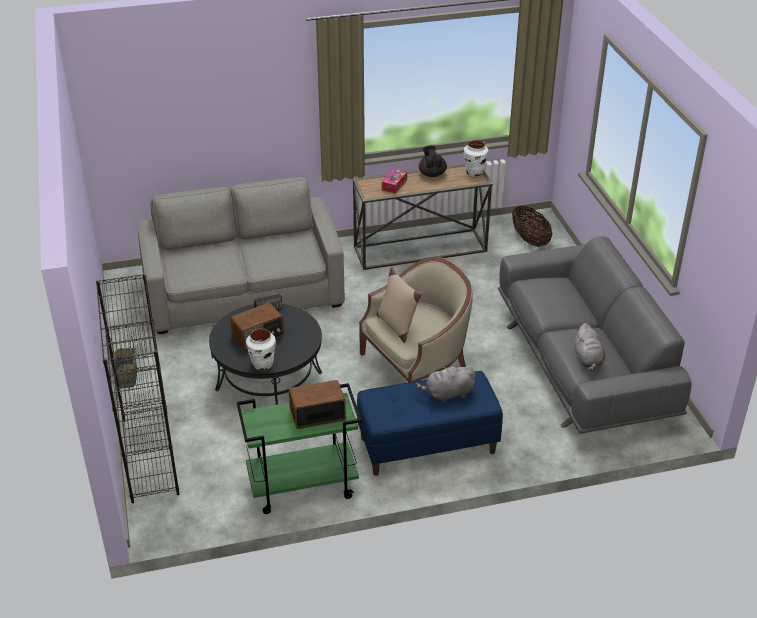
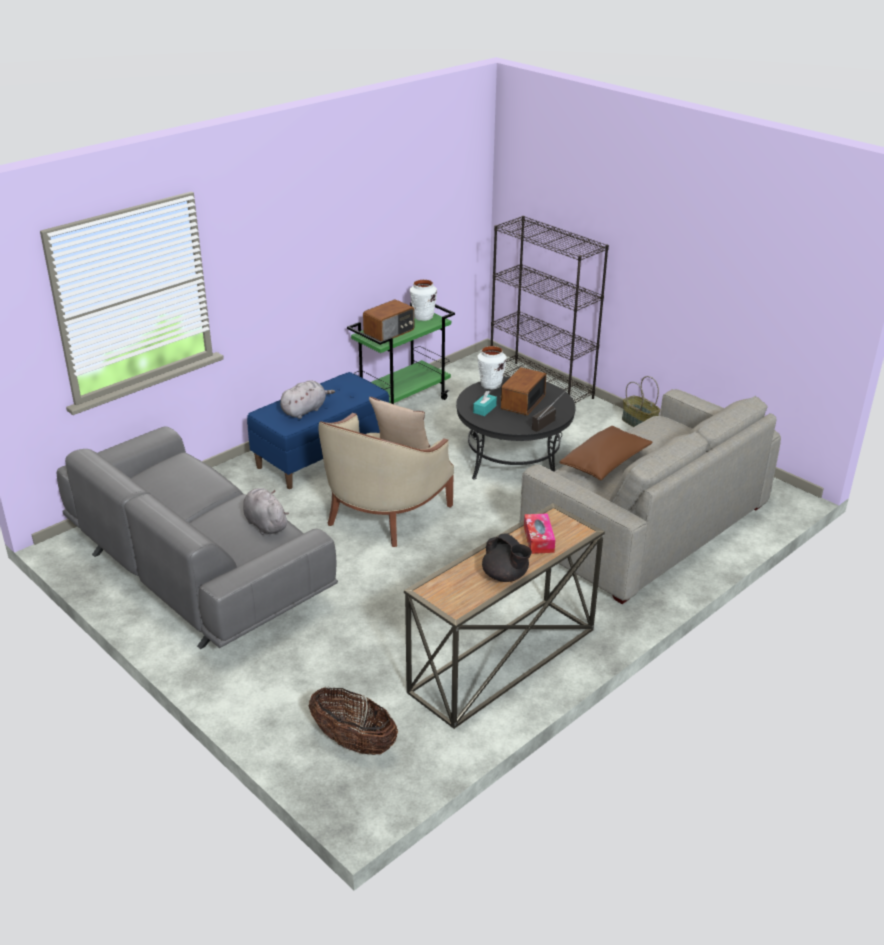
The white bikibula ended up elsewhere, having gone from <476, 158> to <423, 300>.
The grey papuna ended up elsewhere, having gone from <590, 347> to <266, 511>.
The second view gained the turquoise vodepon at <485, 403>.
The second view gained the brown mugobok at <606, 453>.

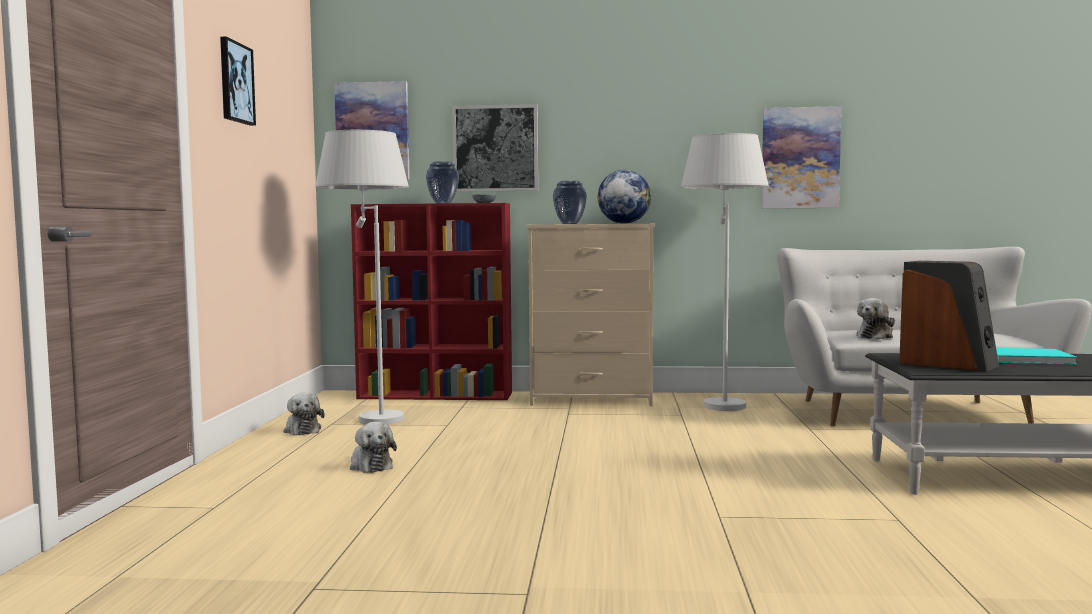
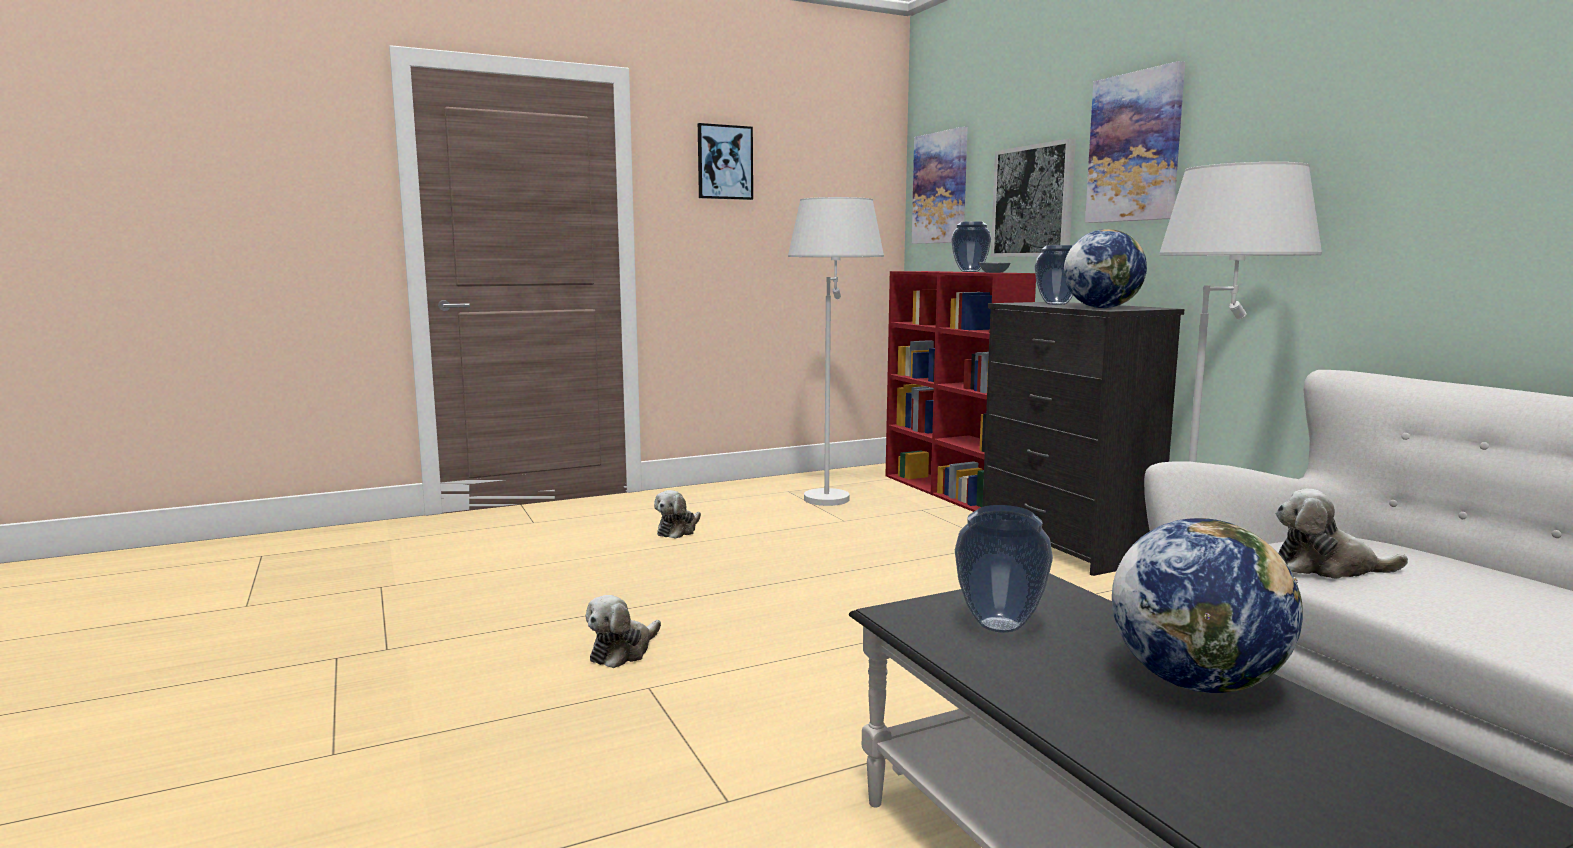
The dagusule ended up elsewhere, having gone from <801, 157> to <1135, 142>.
What was the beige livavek at <591, 315> turned into the black livavek at <1083, 439>.
Where the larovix stood at <949, 316>, the bikibula came to stand at <1004, 569>.
Where the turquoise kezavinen stood at <1036, 356>, the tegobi came to stand at <1207, 605>.
The papuna ended up elsewhere, having gone from <304, 414> to <623, 631>.

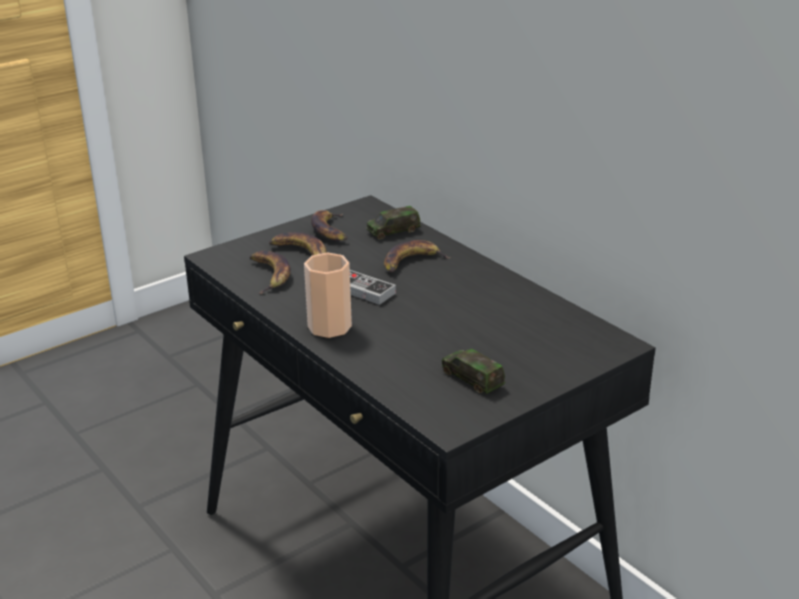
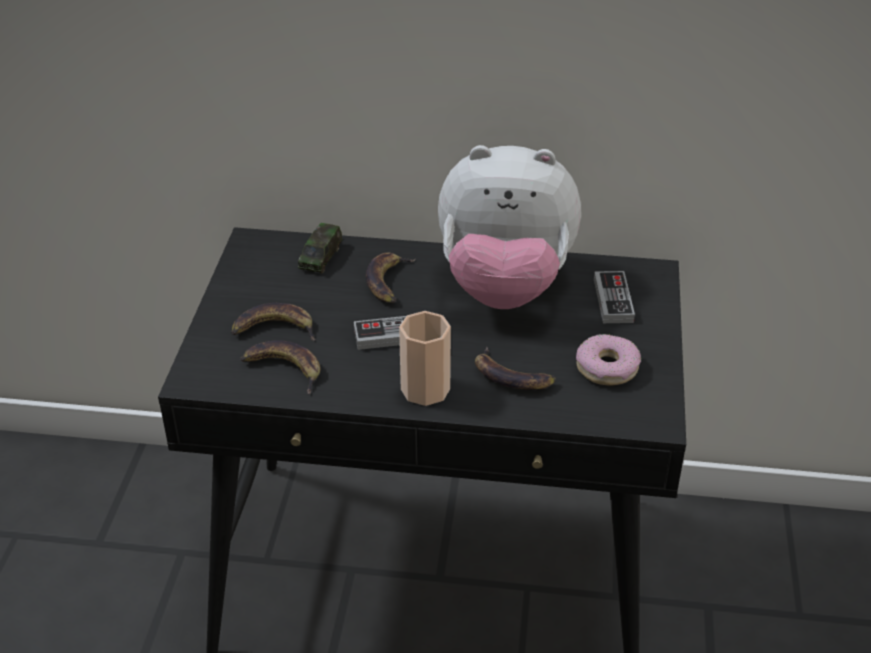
The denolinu ended up elsewhere, having gone from <329, 225> to <515, 368>.
Where the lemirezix stood at <473, 371>, the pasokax came to stand at <608, 359>.
The second view gained the papuna at <509, 227>.
The second view gained the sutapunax at <614, 297>.

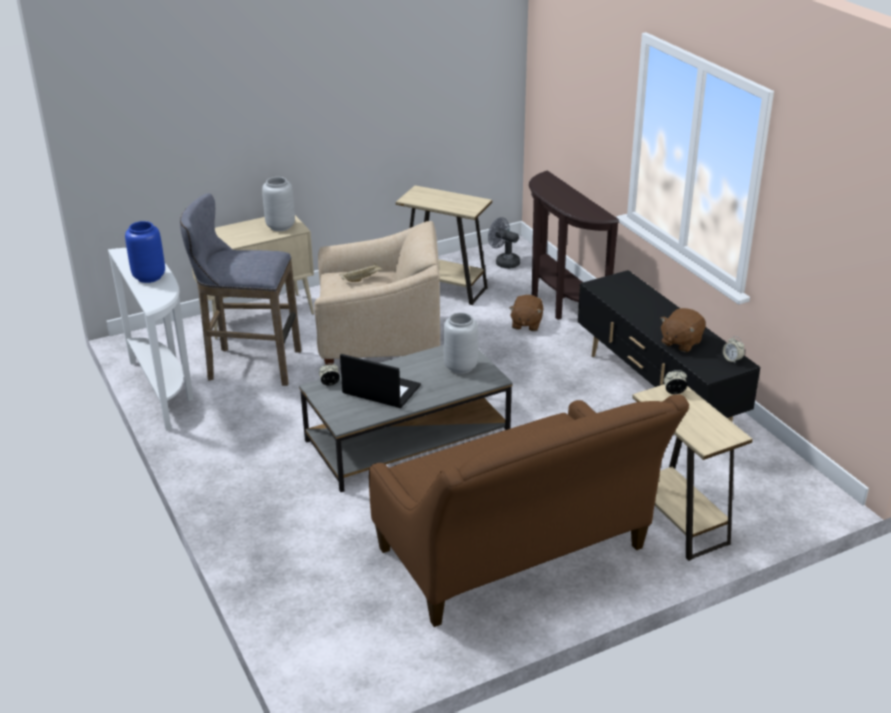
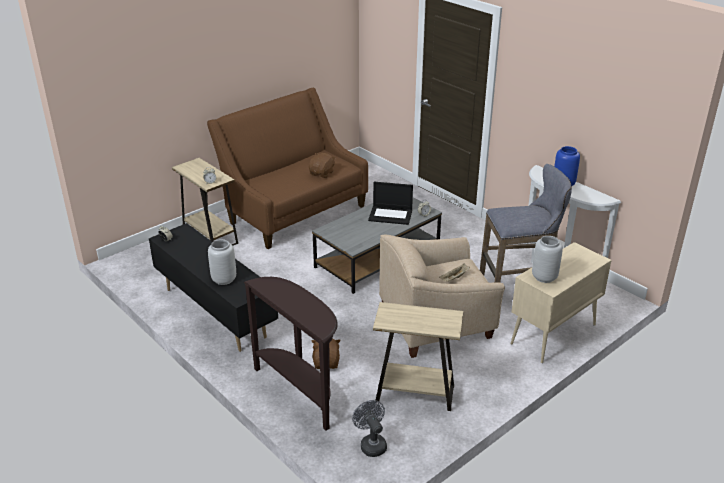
The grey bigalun at <504, 243> ended up facing another way, 135 degrees counterclockwise from before.
The brown papuna ended up elsewhere, having gone from <683, 330> to <322, 165>.
The grey bikibula ended up elsewhere, having gone from <460, 343> to <222, 262>.

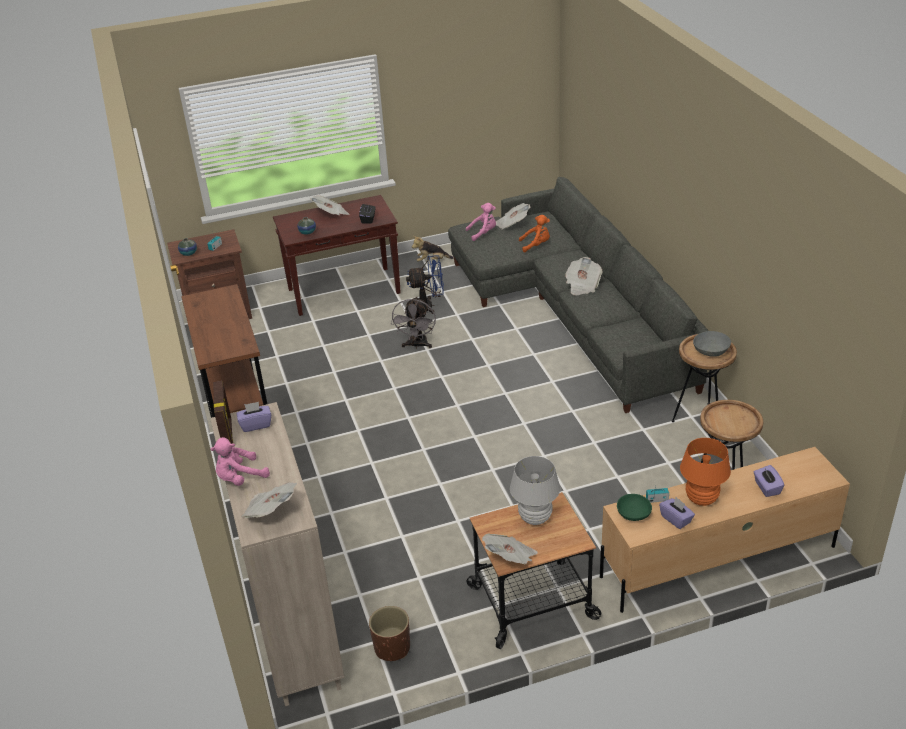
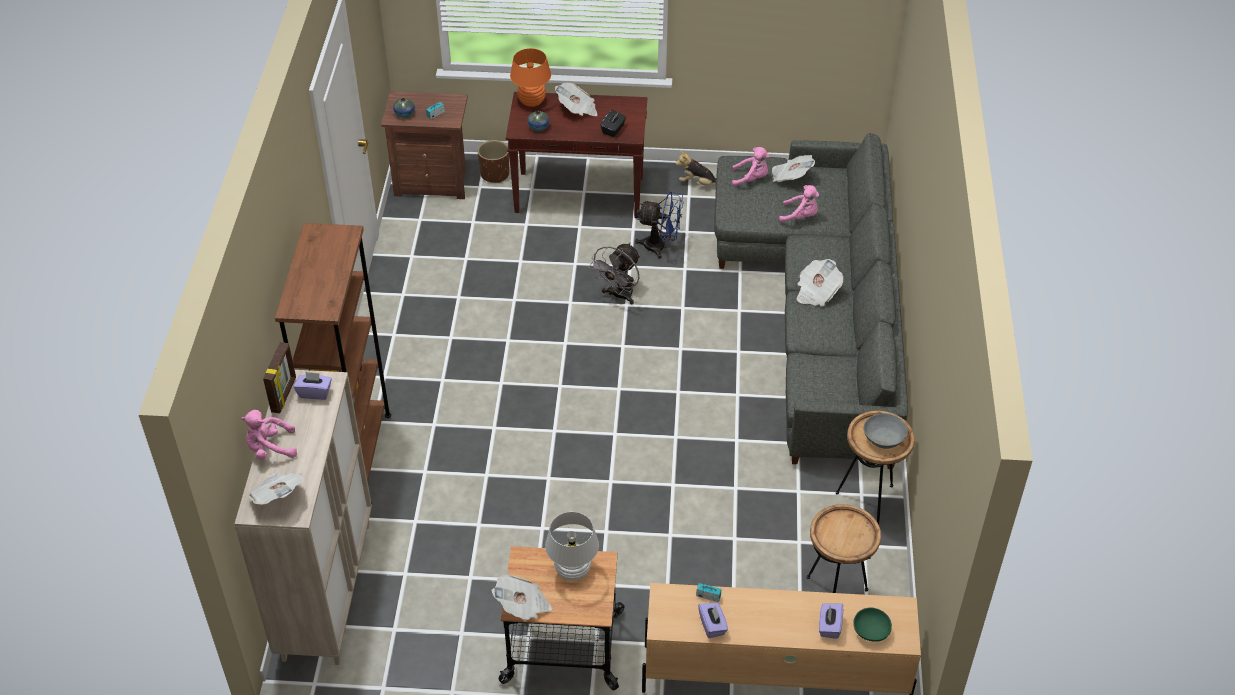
What was the orange papuna at <534, 233> turned into the pink papuna at <799, 204>.
The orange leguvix ended up elsewhere, having gone from <705, 472> to <530, 77>.
The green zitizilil ended up elsewhere, having gone from <634, 507> to <872, 624>.
The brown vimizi ended up elsewhere, having gone from <389, 633> to <493, 161>.

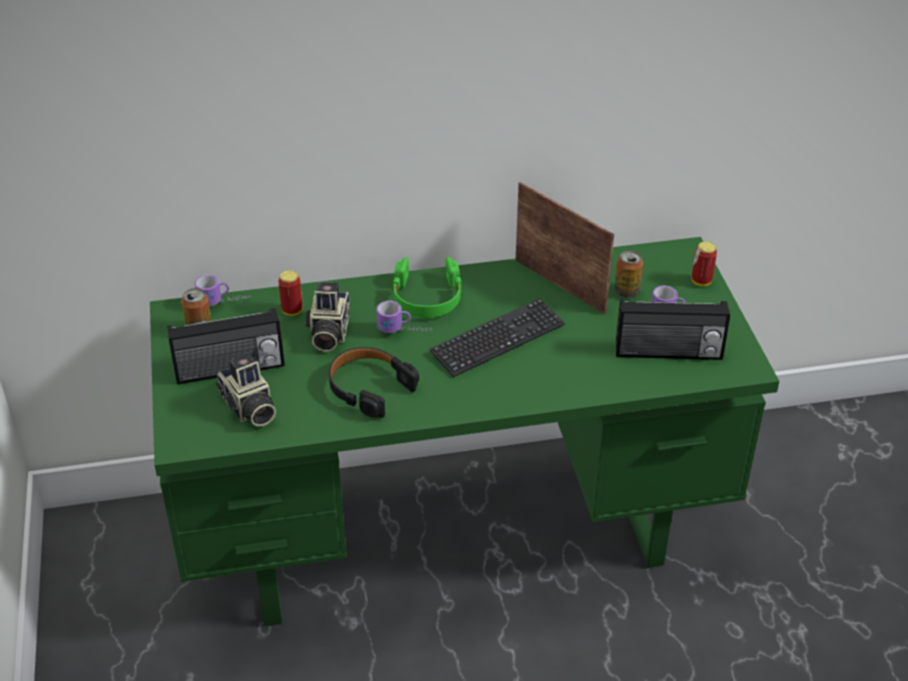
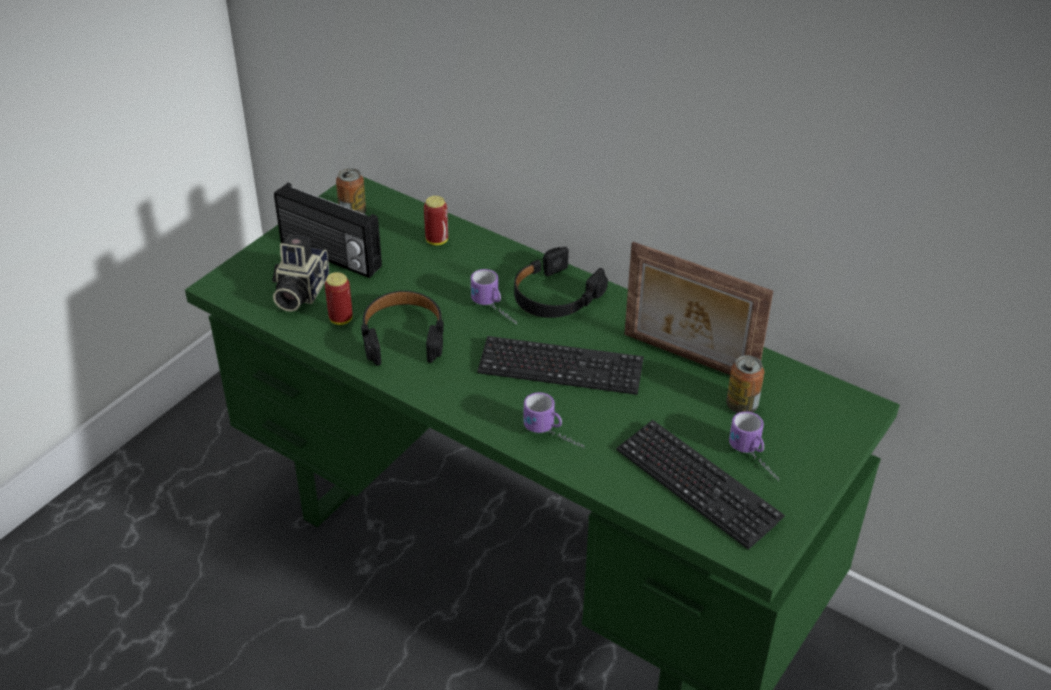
The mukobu at <565, 248> ended up facing another way, 120 degrees clockwise from before.
The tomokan ended up elsewhere, having gone from <704, 264> to <339, 298>.
What was the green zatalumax at <427, 287> turned into the black zatalumax at <561, 282>.
The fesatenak ended up elsewhere, having gone from <223, 290> to <553, 420>.
The second view lost the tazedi at <328, 317>.
Where the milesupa stood at <673, 329>, the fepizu came to stand at <701, 485>.

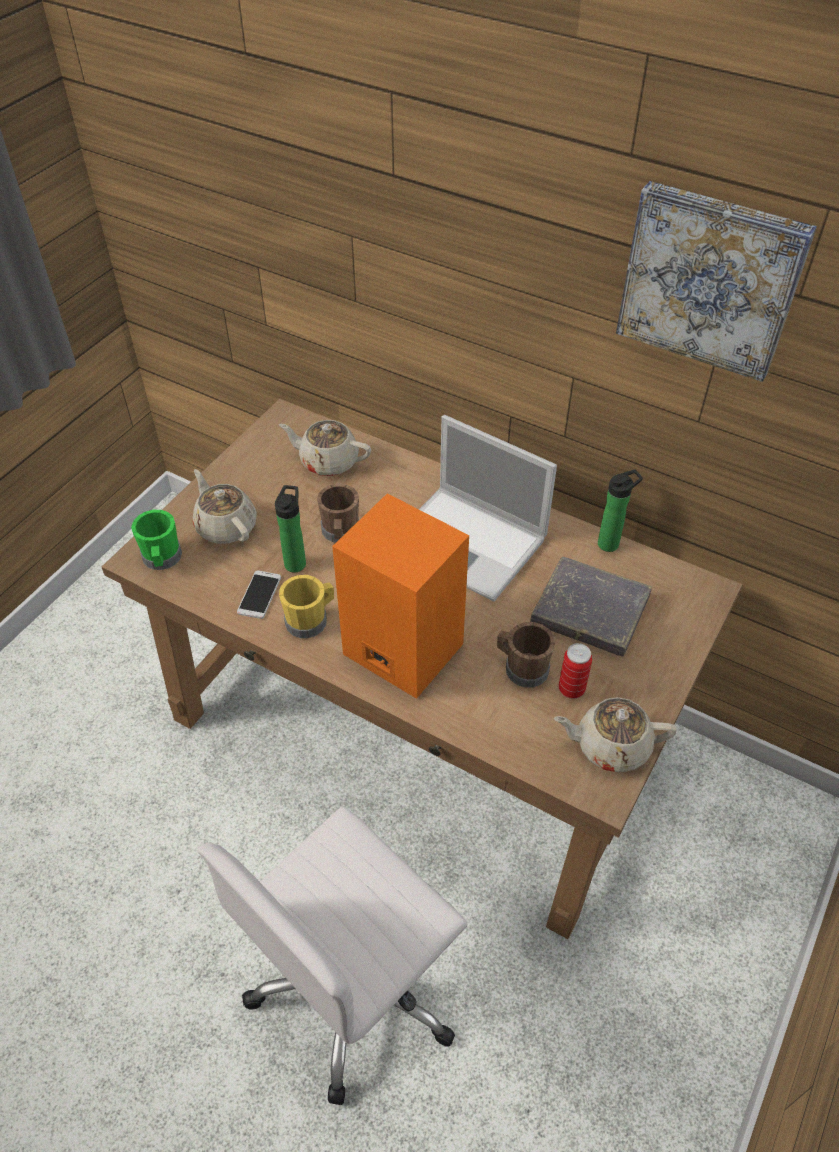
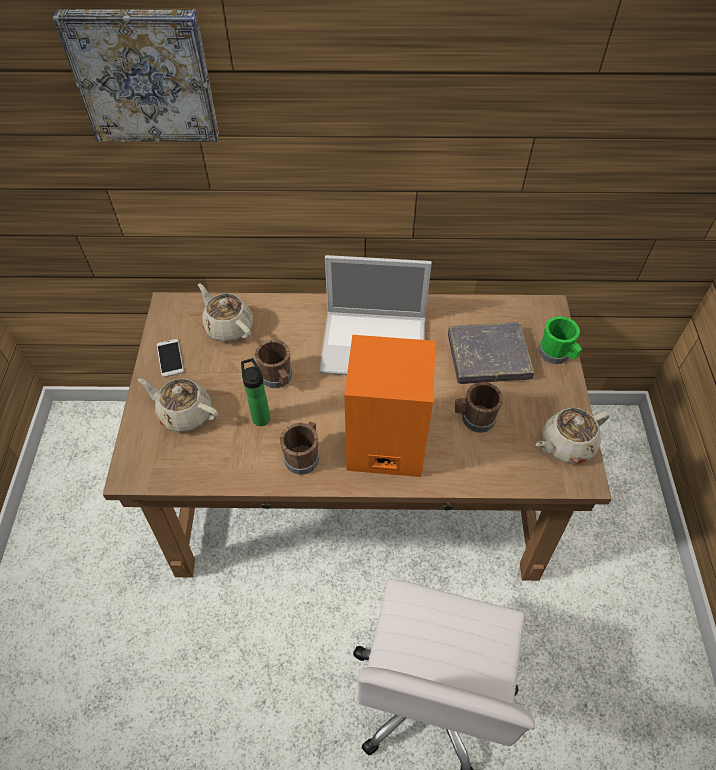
The dagusule ended up elsewhere, having gone from <716, 281> to <136, 75>.
The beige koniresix at <325, 448> ended up facing another way, 60 degrees clockwise from before.
The second view lost the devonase at <620, 510>.
The green fesatenak ended up elsewhere, having gone from <156, 540> to <560, 340>.
The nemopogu ended up elsewhere, having gone from <259, 594> to <170, 358>.
What was the yellow fesatenak at <306, 606> turned into the brown fesatenak at <299, 448>.
The second view lost the tomokan at <575, 671>.

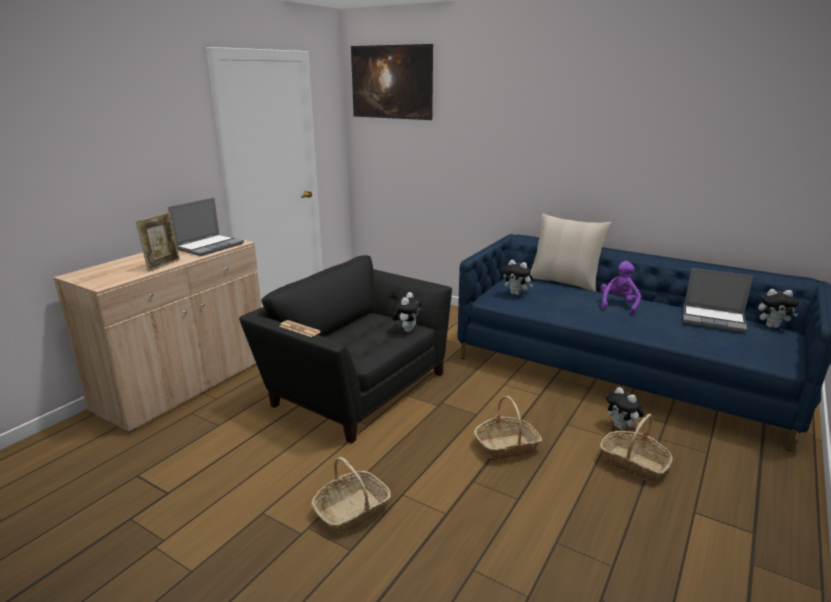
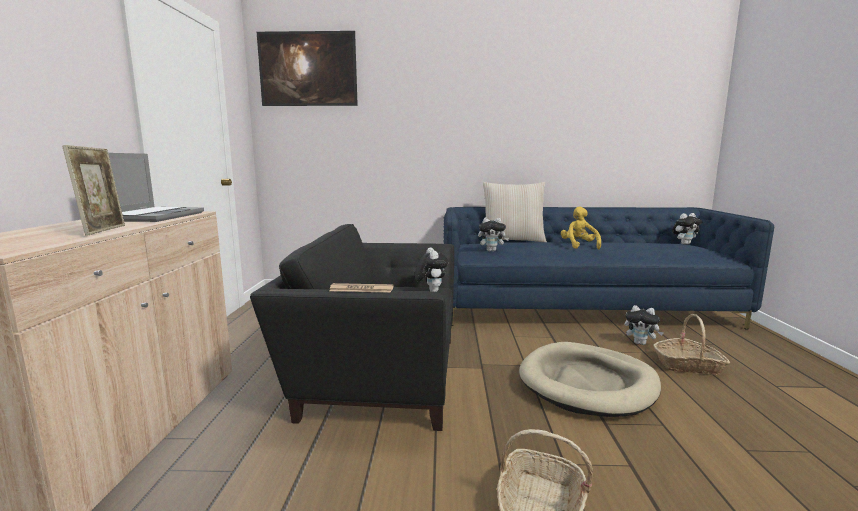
What was the purple papuna at <620, 288> turned into the yellow papuna at <581, 227>.
The second view lost the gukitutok at <718, 300>.
Where the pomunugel stood at <508, 428>, the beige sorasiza came to stand at <590, 379>.

